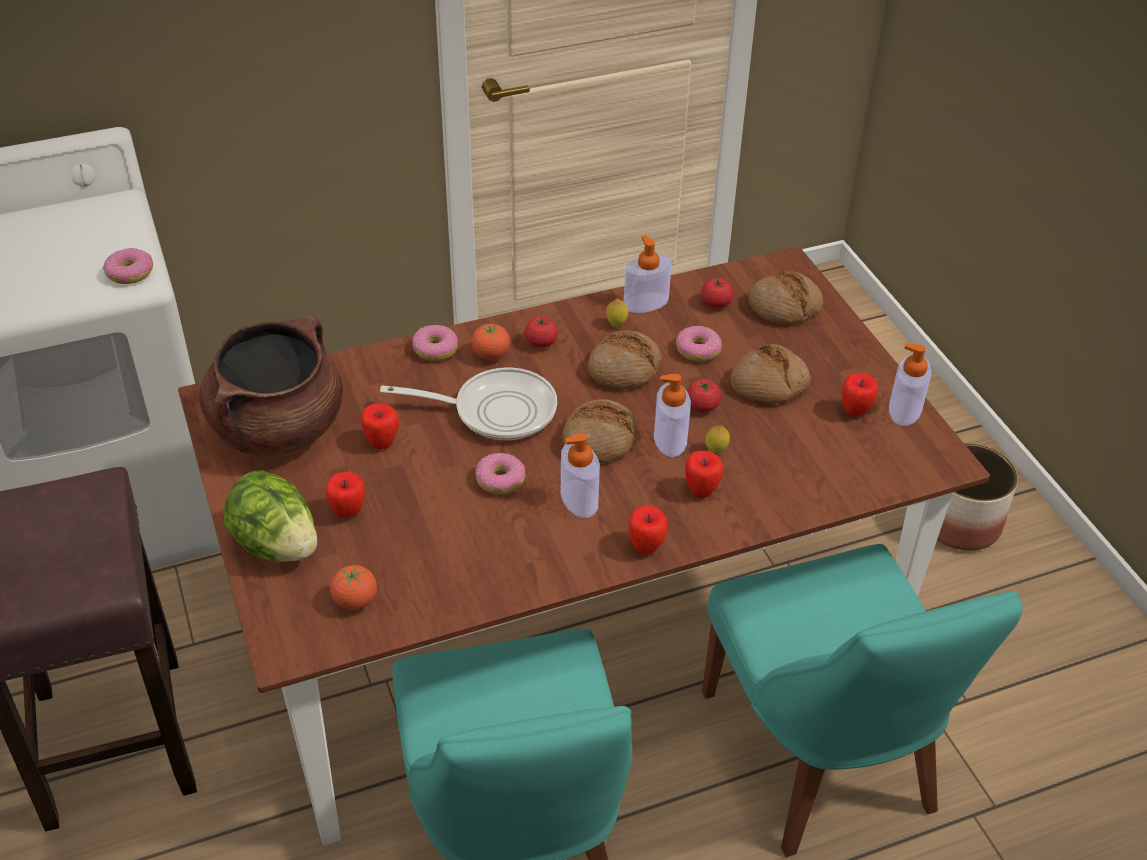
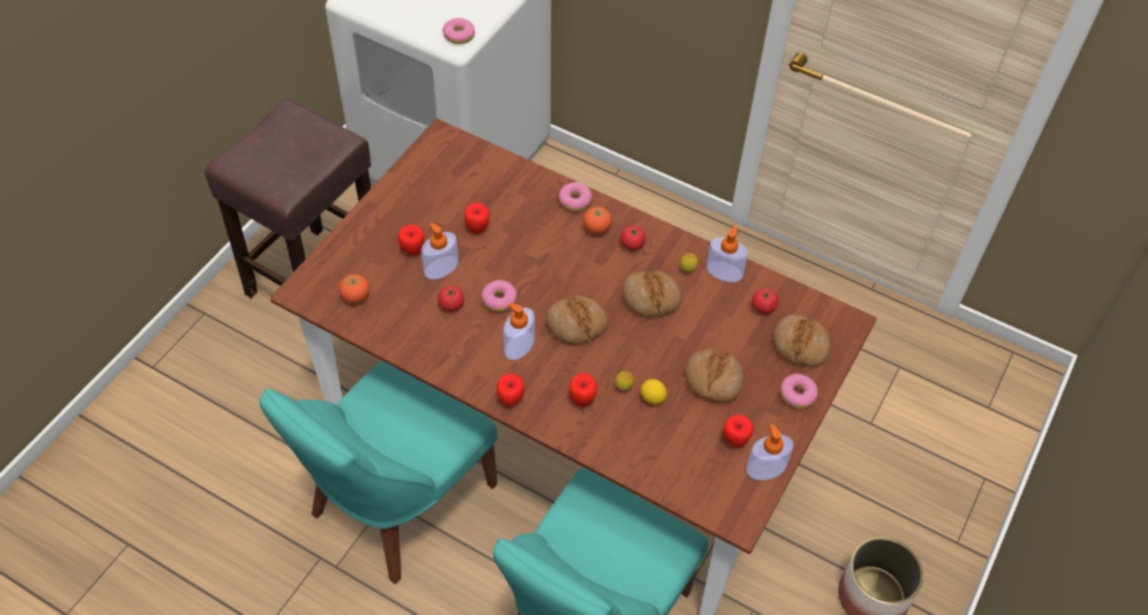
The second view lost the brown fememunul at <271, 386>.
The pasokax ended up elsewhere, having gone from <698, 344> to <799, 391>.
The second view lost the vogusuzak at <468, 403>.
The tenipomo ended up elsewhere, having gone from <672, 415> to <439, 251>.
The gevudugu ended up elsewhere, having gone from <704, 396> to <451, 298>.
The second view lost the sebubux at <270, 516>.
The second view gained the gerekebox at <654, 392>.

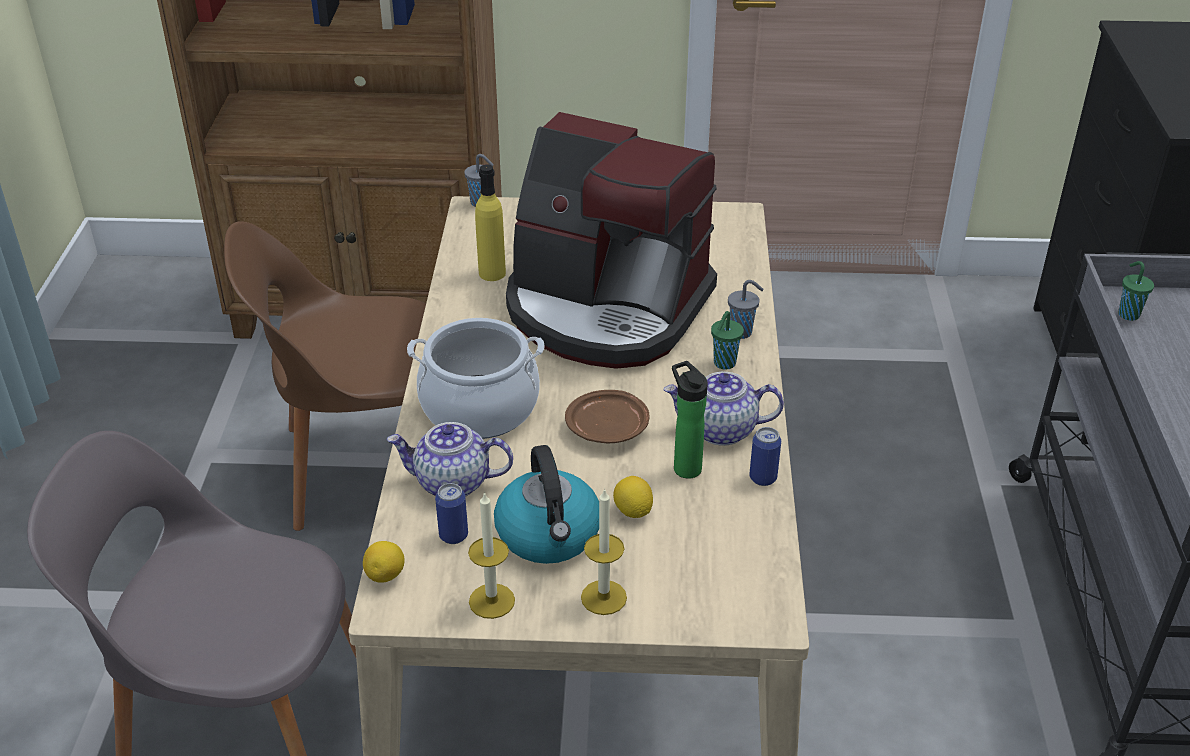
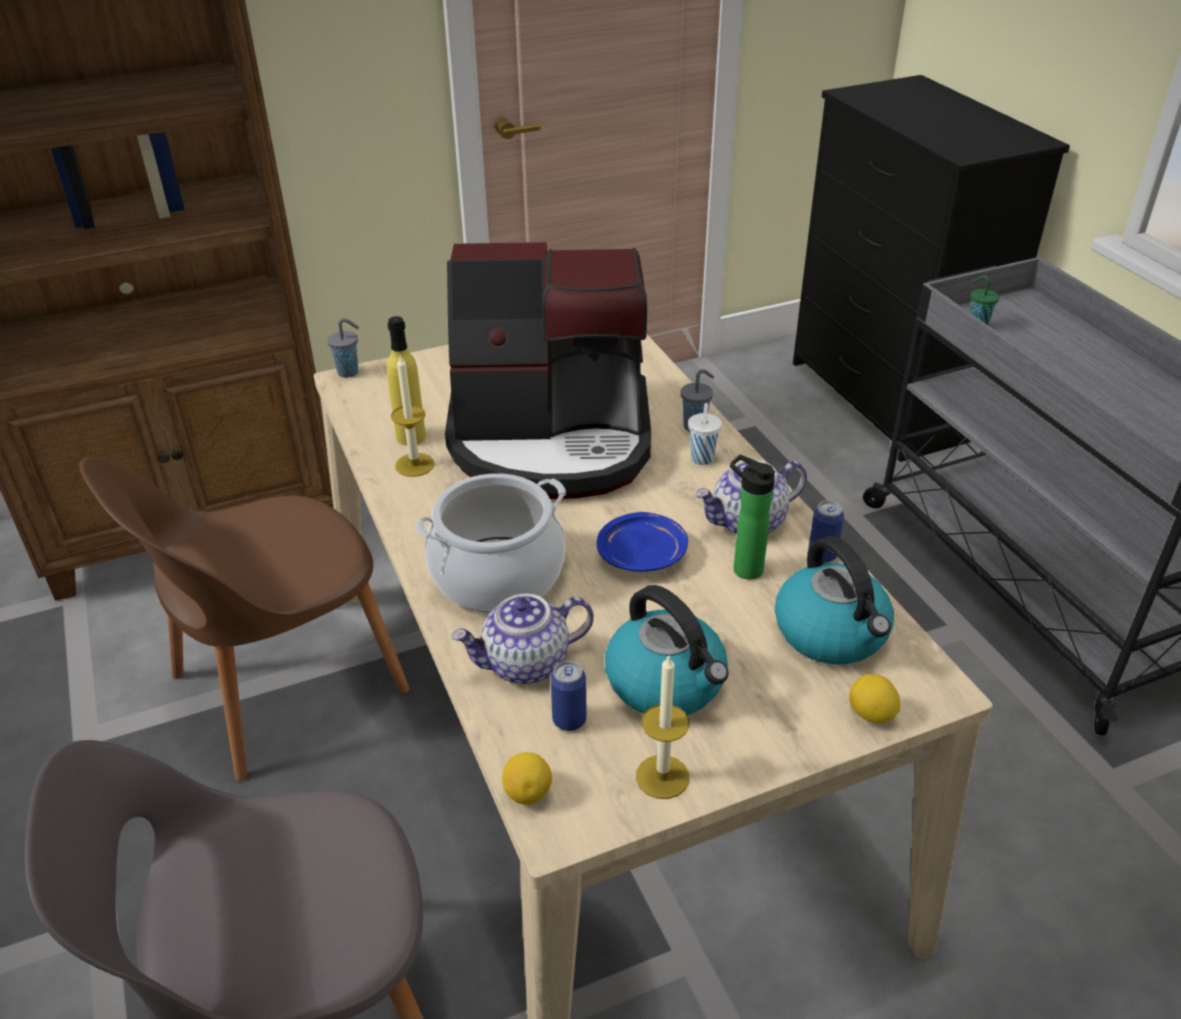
What was the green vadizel at <727, 340> turned into the white vadizel at <705, 434>.
What was the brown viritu at <607, 416> turned into the blue viritu at <642, 542>.
The gerekebox ended up elsewhere, having gone from <633, 497> to <874, 698>.
The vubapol ended up elsewhere, having gone from <604, 551> to <413, 416>.
The second view gained the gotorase at <834, 600>.

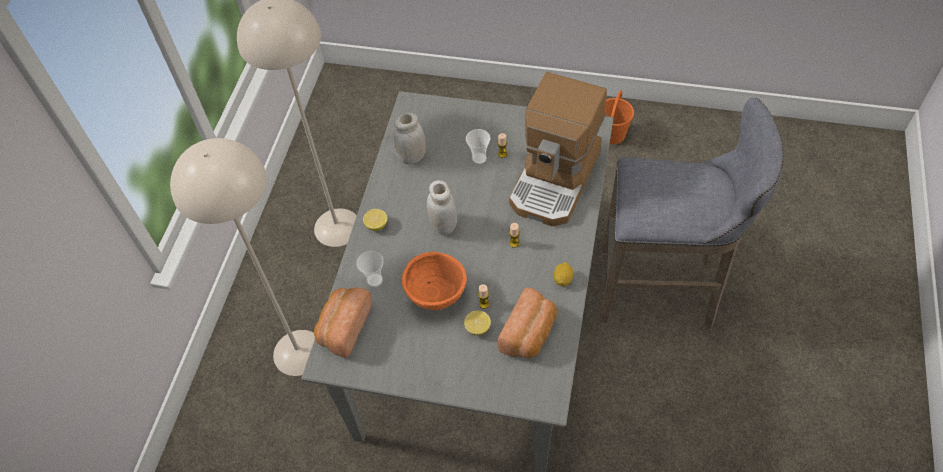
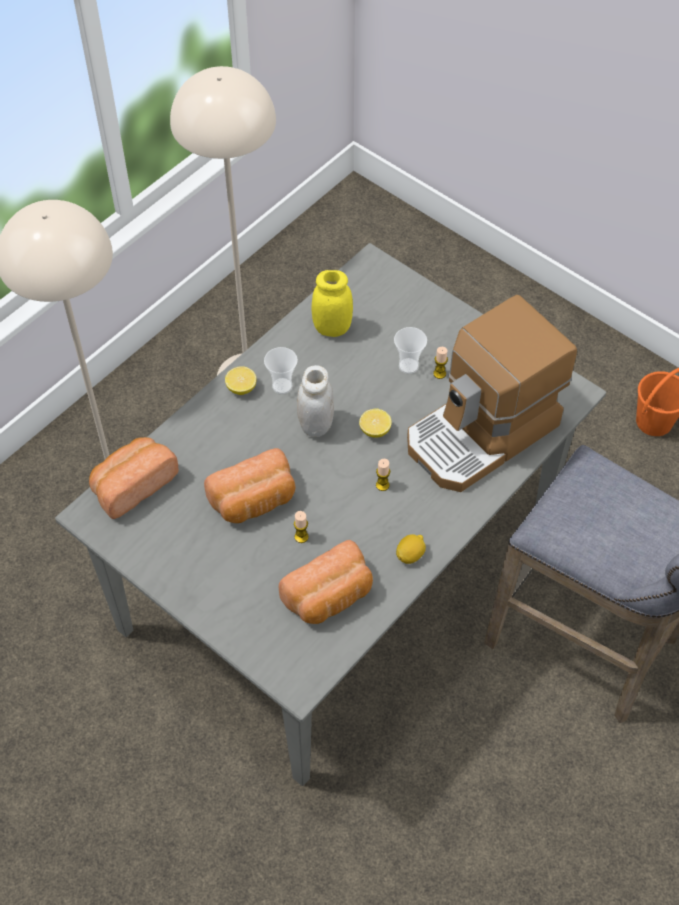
What was the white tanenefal at <409, 138> turned into the yellow tanenefal at <332, 303>.
The vadizel ended up elsewhere, having gone from <370, 269> to <281, 370>.
Where the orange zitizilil stood at <434, 281>, the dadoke came to stand at <249, 485>.
The gerekebox ended up elsewhere, having gone from <477, 322> to <375, 423>.

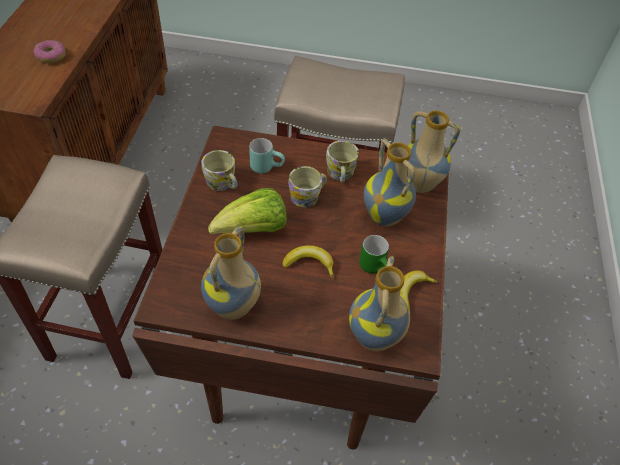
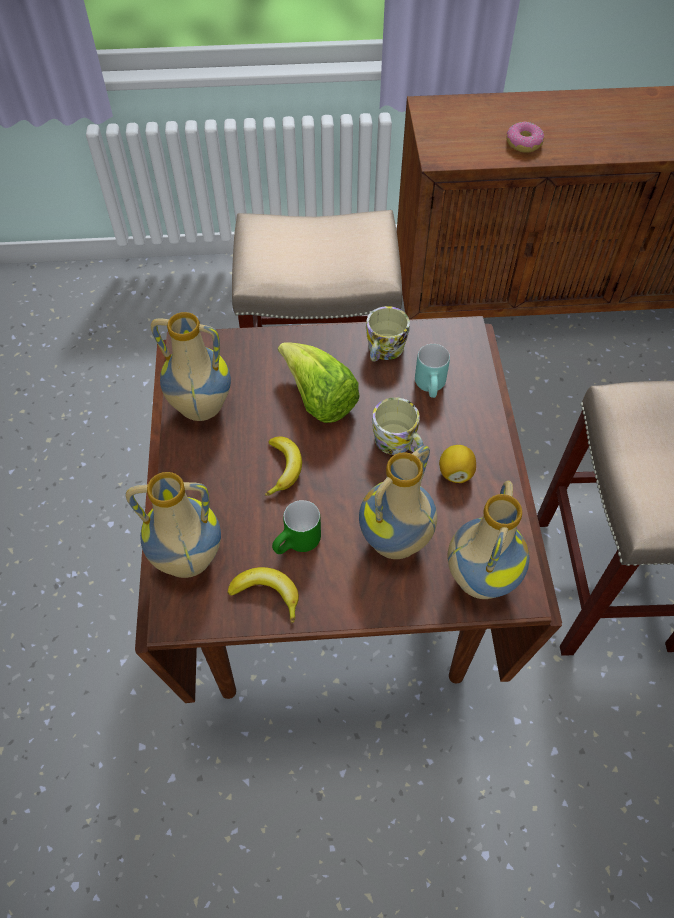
Where the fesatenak stood at <342, 162>, the gerekebox came to stand at <457, 464>.

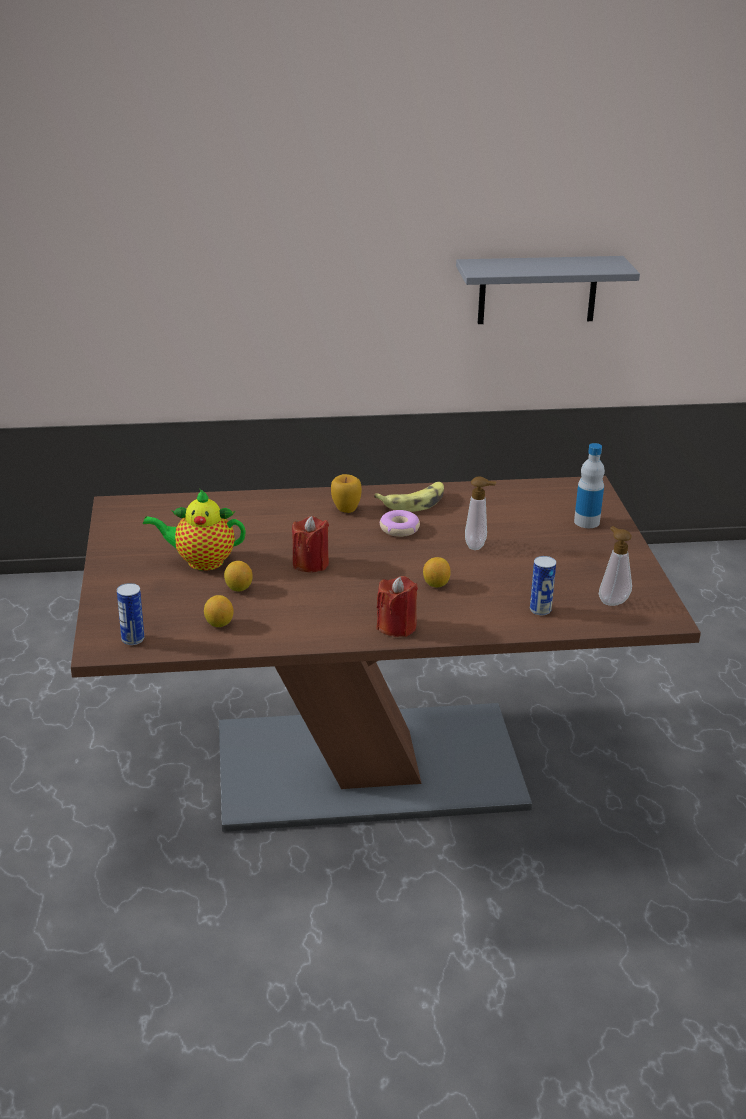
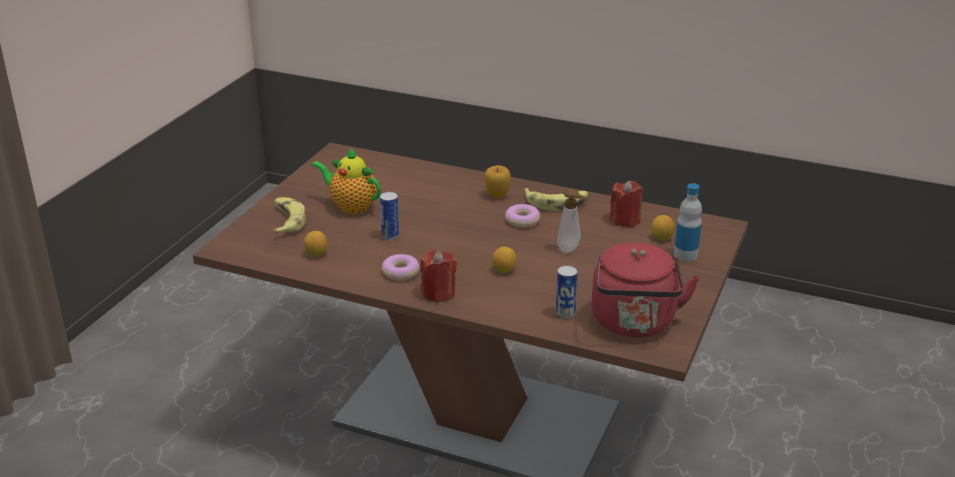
The second view lost the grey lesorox at <548, 290>.
The red vubapol ended up elsewhere, having gone from <310, 544> to <626, 204>.
Where the tenipomo stood at <615, 566>, the red gotorase came to stand at <645, 290>.
The gerekebox ended up elsewhere, having gone from <238, 576> to <663, 227>.
The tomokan ended up elsewhere, having gone from <130, 614> to <389, 216>.
The second view gained the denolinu at <289, 215>.
The second view gained the pasokax at <401, 267>.

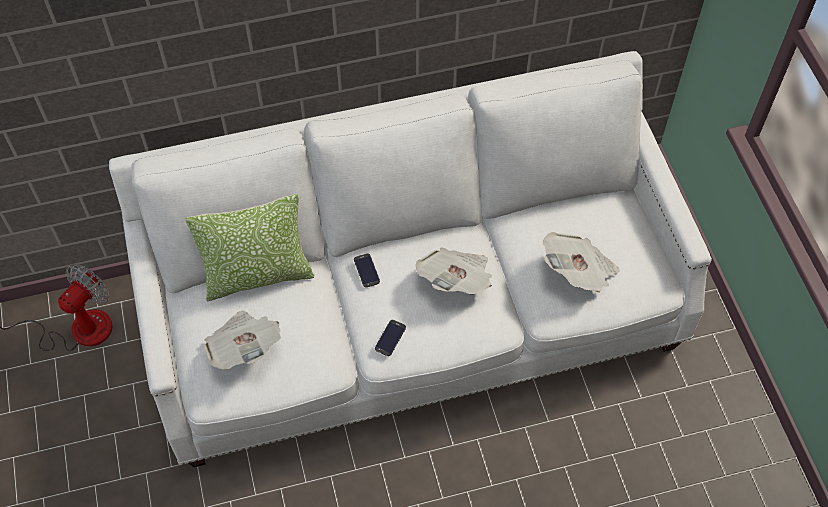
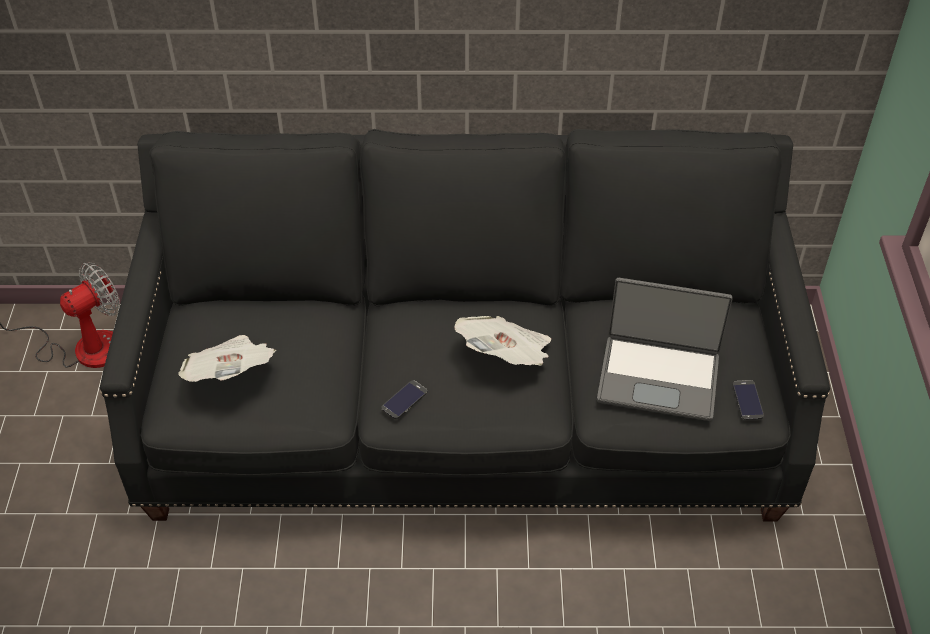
What was the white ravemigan at <410, 259> turned into the black ravemigan at <465, 325>.
The second view lost the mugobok at <249, 247>.
Where the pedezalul stood at <581, 262>, the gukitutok came to stand at <665, 349>.
The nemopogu ended up elsewhere, having gone from <367, 270> to <748, 400>.

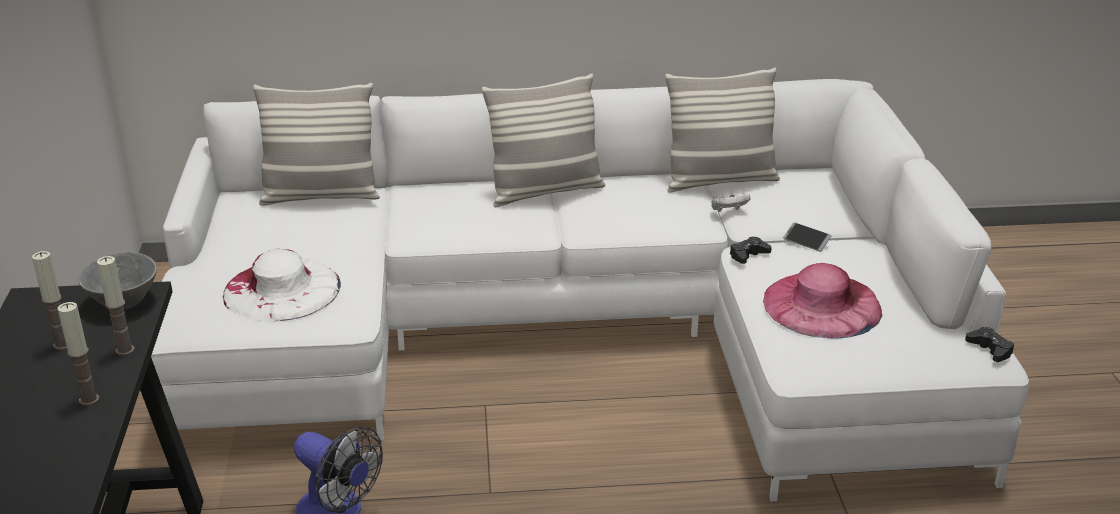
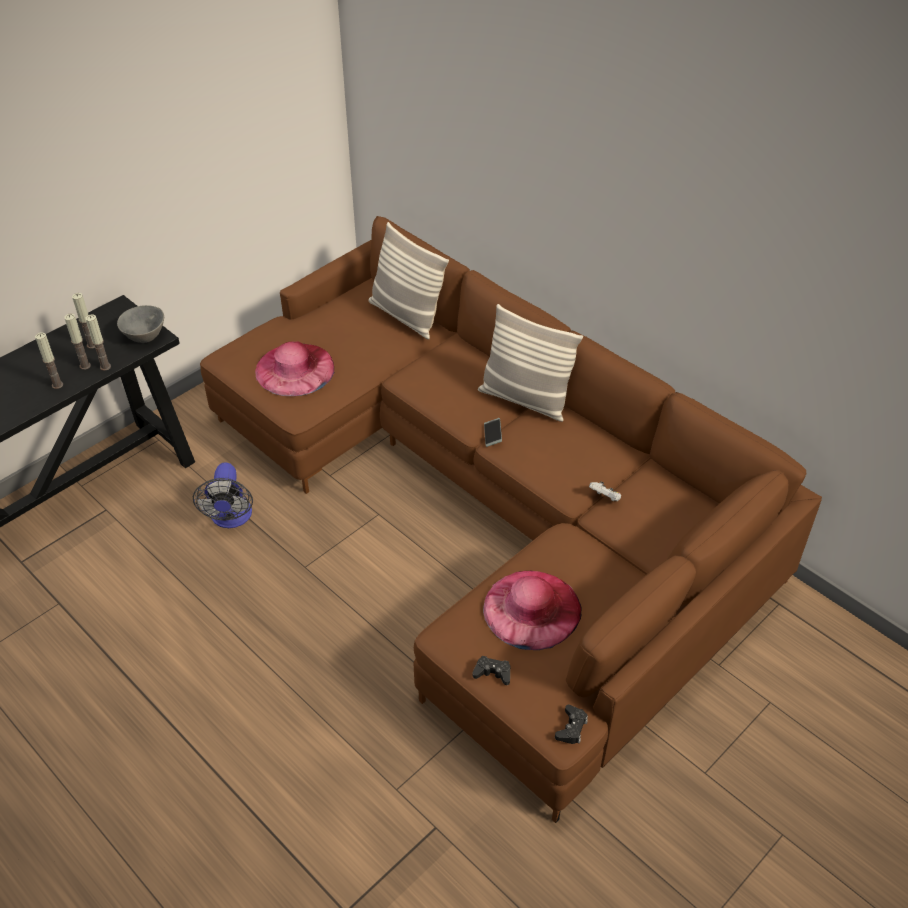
The second view lost the mugobok at <722, 130>.
What was the white ravemigan at <590, 290> turned into the brown ravemigan at <511, 519>.
The nemopogu ended up elsewhere, having gone from <807, 237> to <493, 432>.
The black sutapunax ended up elsewhere, having gone from <751, 250> to <491, 670>.
What was the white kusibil at <282, 285> turned into the pink kusibil at <294, 369>.
The second view gained the vubapol at <77, 341>.

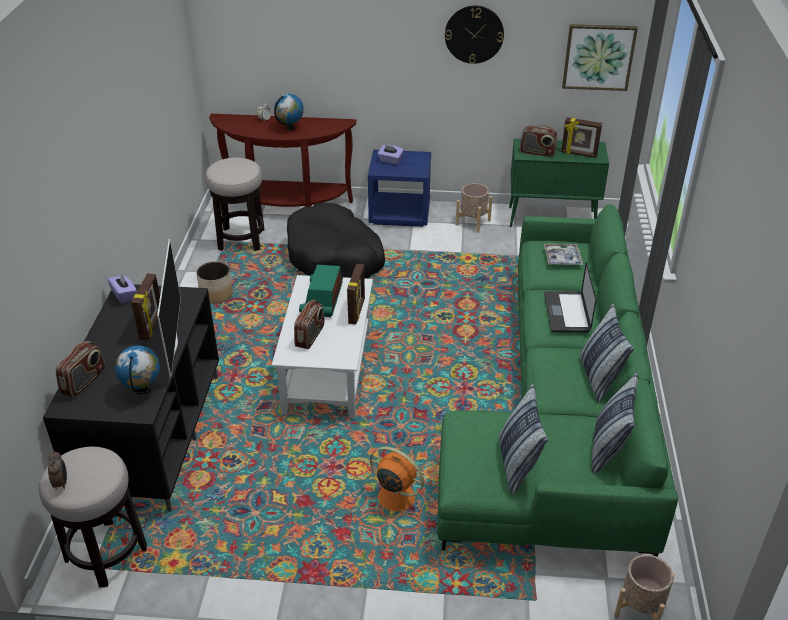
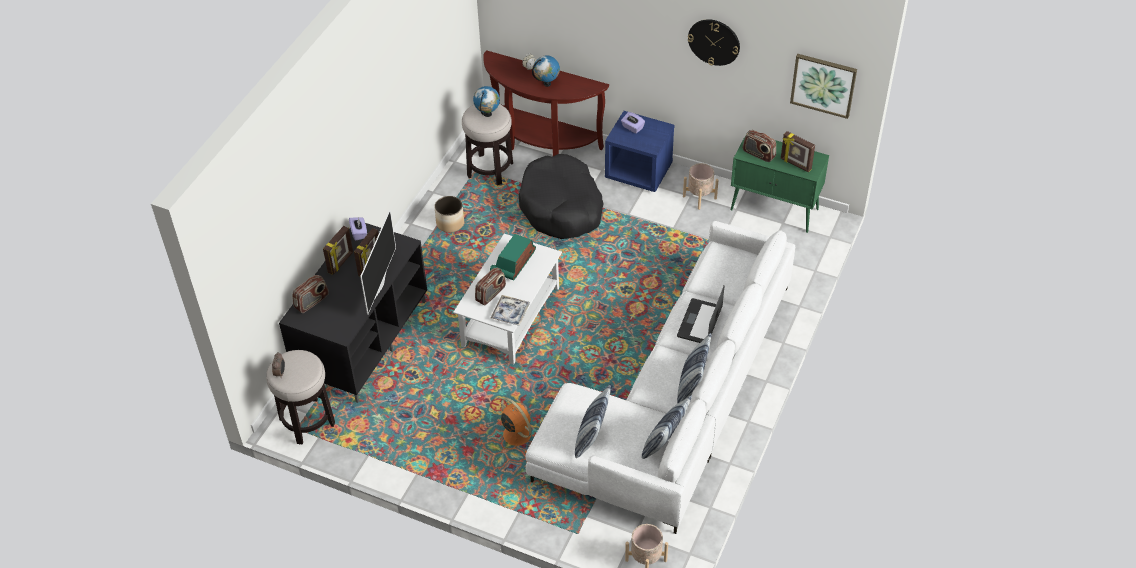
What was the green ravemigan at <557, 380> turned into the white ravemigan at <660, 377>.
The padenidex ended up elsewhere, having gone from <563, 254> to <510, 310>.
The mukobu ended up elsewhere, having gone from <356, 294> to <338, 250>.
The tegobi ended up elsewhere, having gone from <137, 370> to <486, 101>.

